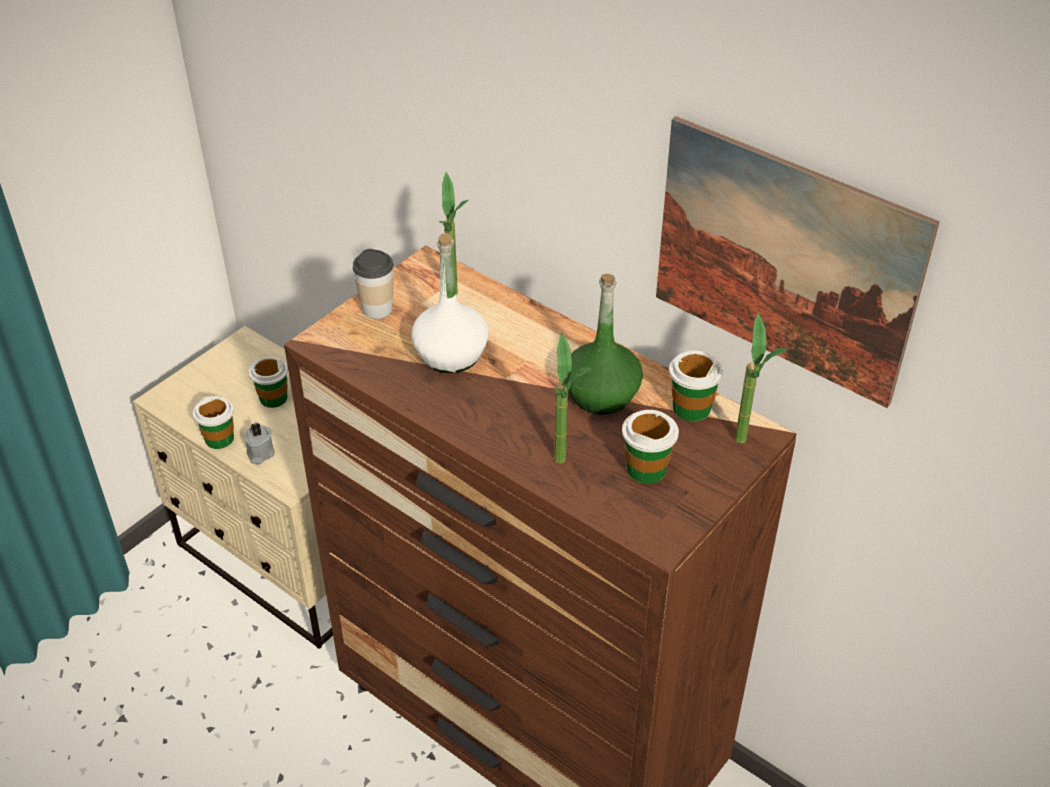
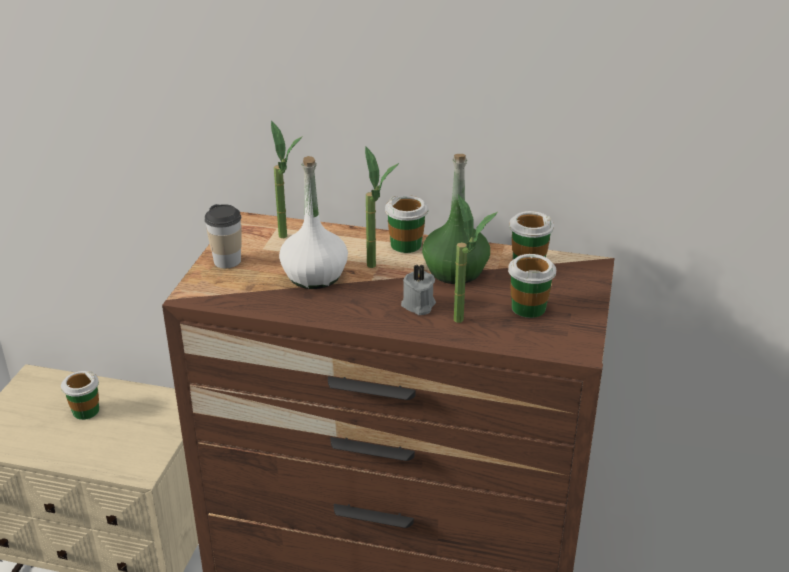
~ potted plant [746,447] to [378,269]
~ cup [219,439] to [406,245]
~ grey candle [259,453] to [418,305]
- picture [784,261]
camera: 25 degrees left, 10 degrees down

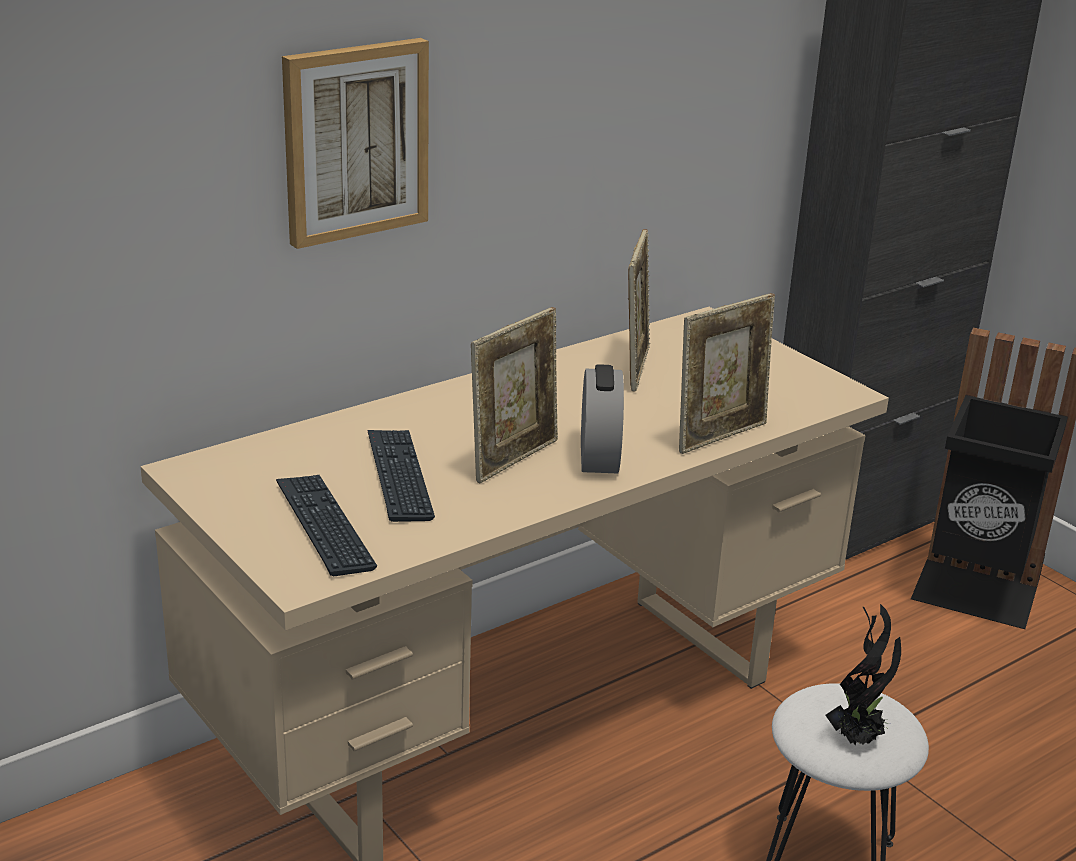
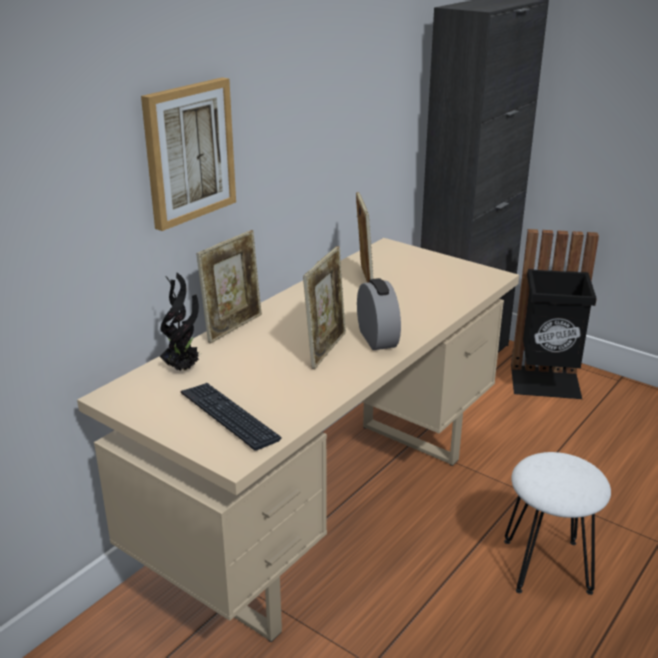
~ potted plant [858,739] to [184,368]
~ picture frame [720,435] to [233,327]
- keyboard [399,476]
camera: 15 degrees left, 0 degrees up

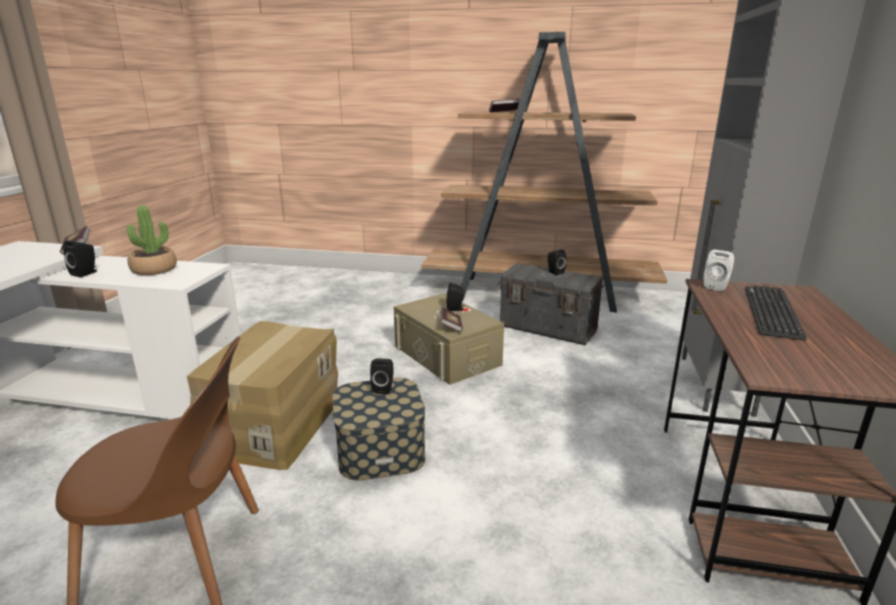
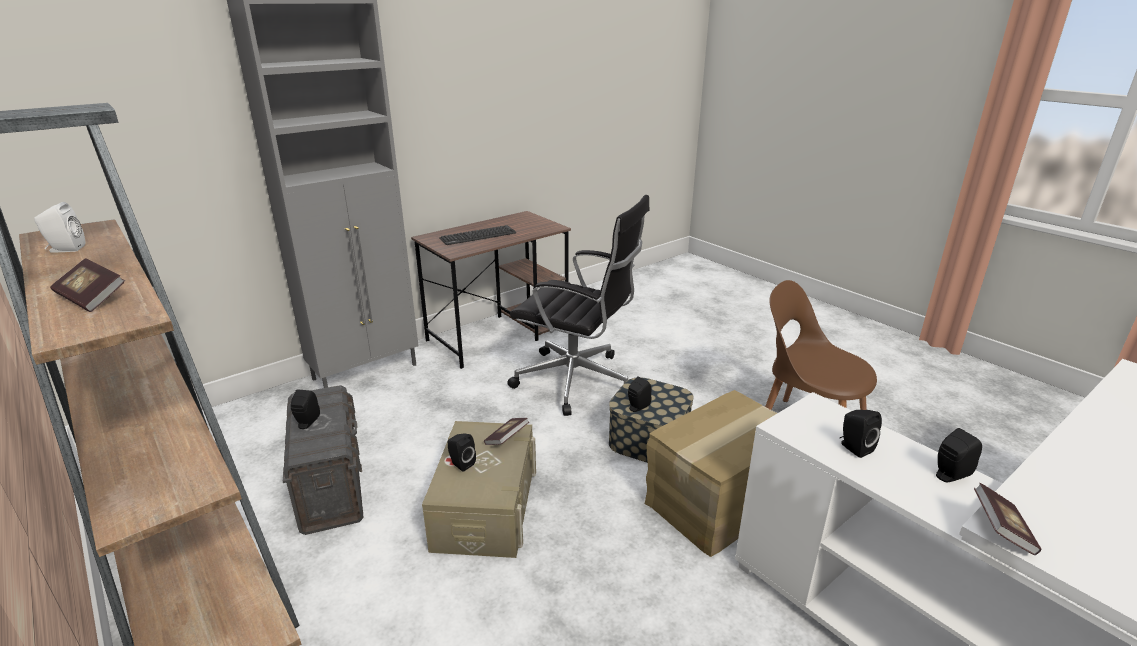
~ white speaker [716,286] to [65,249]
+ black office chair [577,381]
~ potted plant [154,269] to black speaker [854,447]
camera: 140 degrees left, 5 degrees up

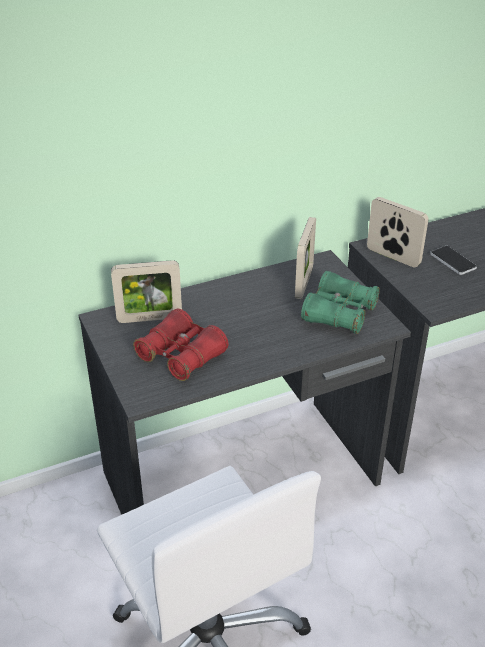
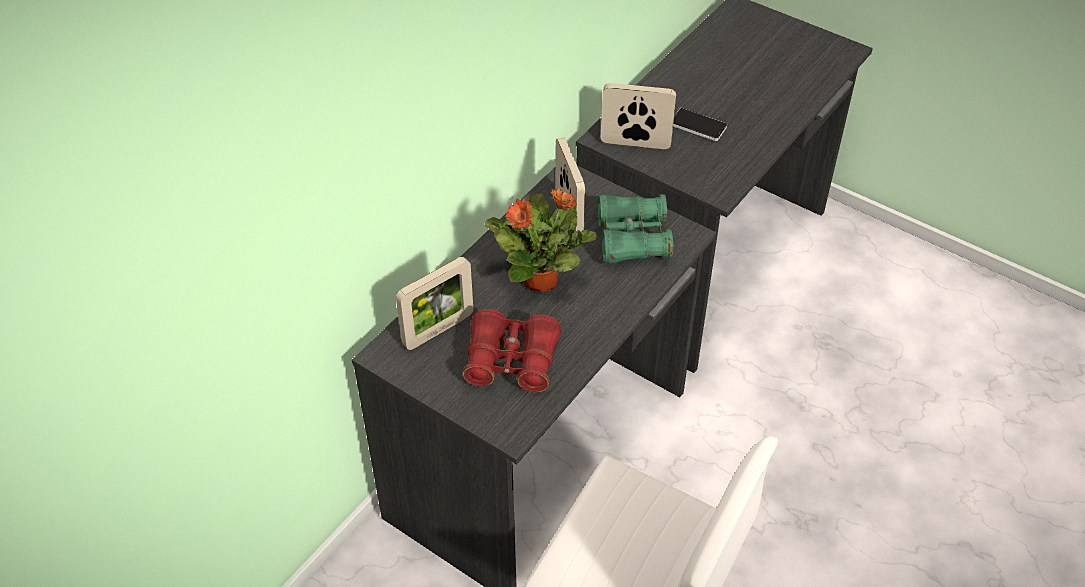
+ potted plant [541,280]
camera: 30 degrees left, 10 degrees up

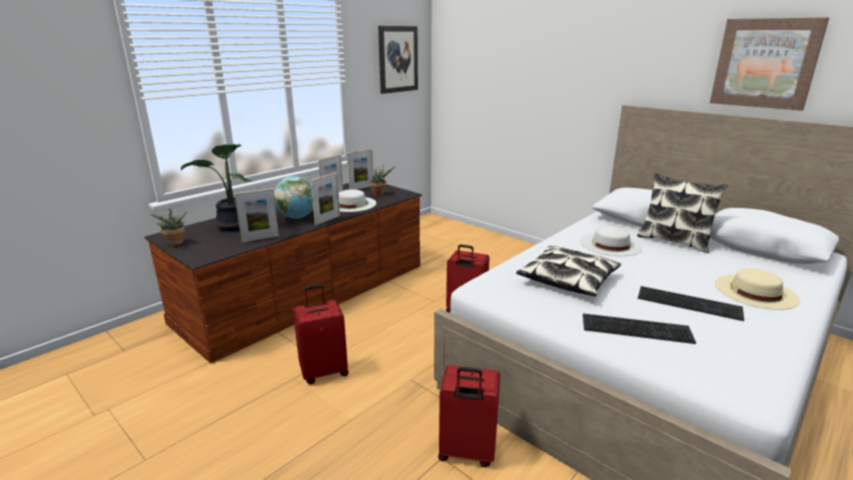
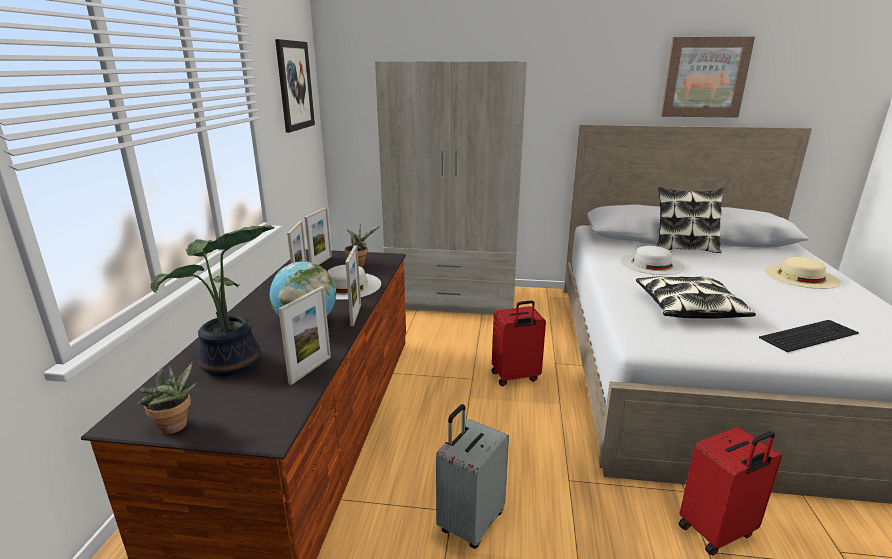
+ beige wardrobe [453,299]
~ red suitcase [324,371] to grey suitcase [470,522]
- keyboard [690,302]
camera: 35 degrees left, 0 degrees up

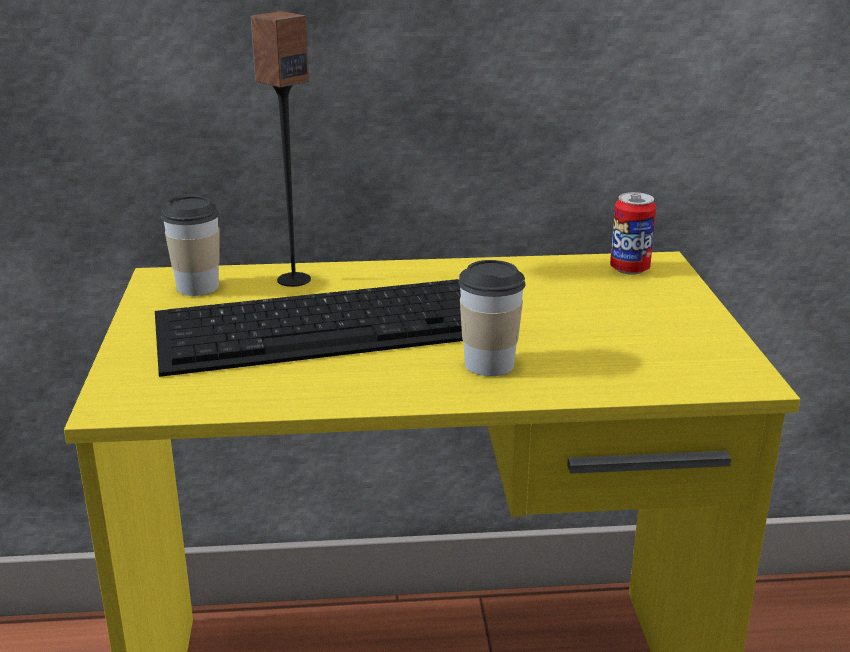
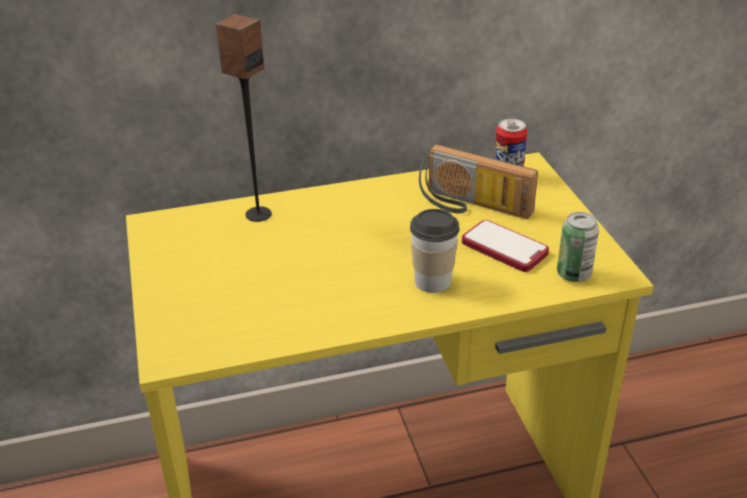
+ radio [471,206]
+ phone [504,248]
+ can [573,274]
- keyboard [330,323]
- cup [198,287]
camera: 10 degrees left, 10 degrees up

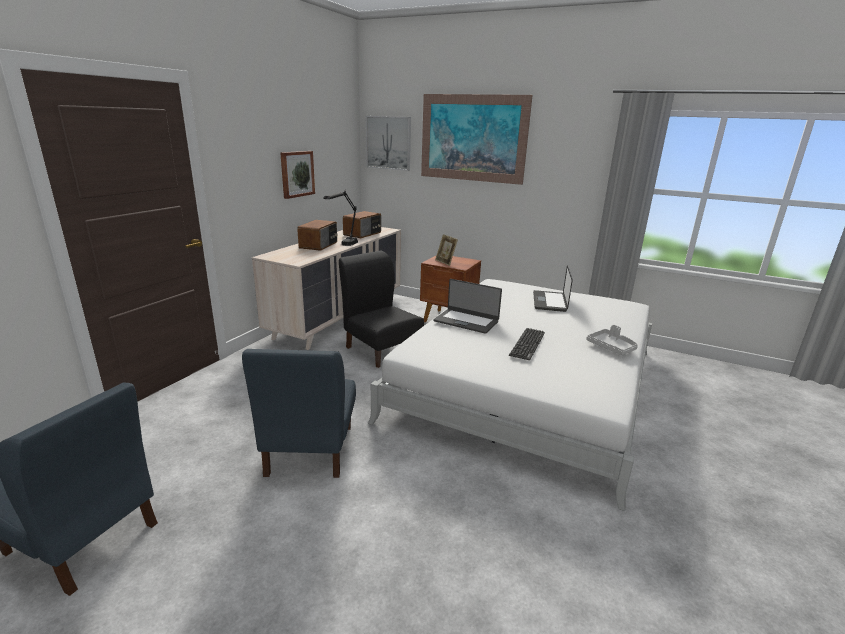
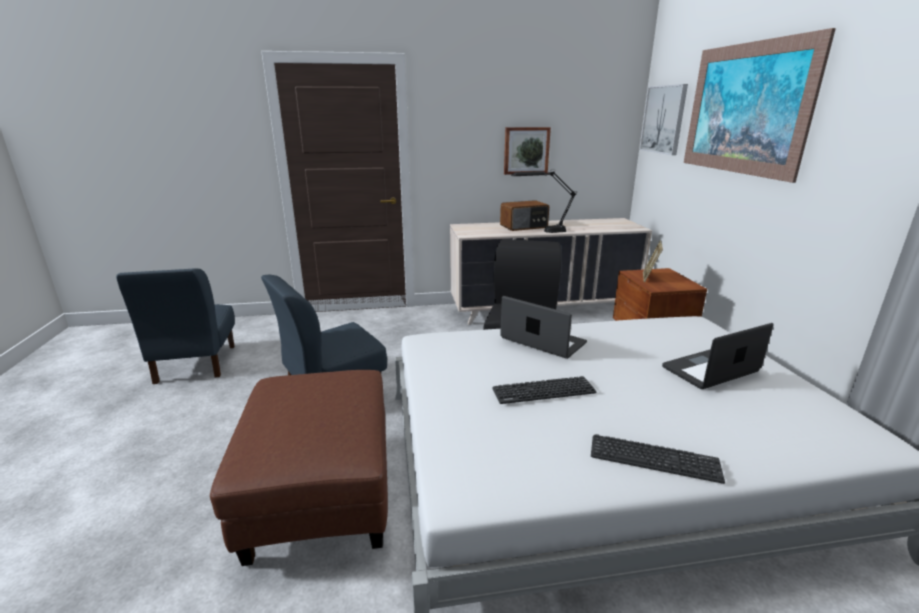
+ brown ottoman [322,495]
~ laptop [466,321] = [542,341] 135 degrees clockwise
~ grey tray [611,347] to keyboard [654,459]
- radio [363,234]
camera: 55 degrees right, 0 degrees up

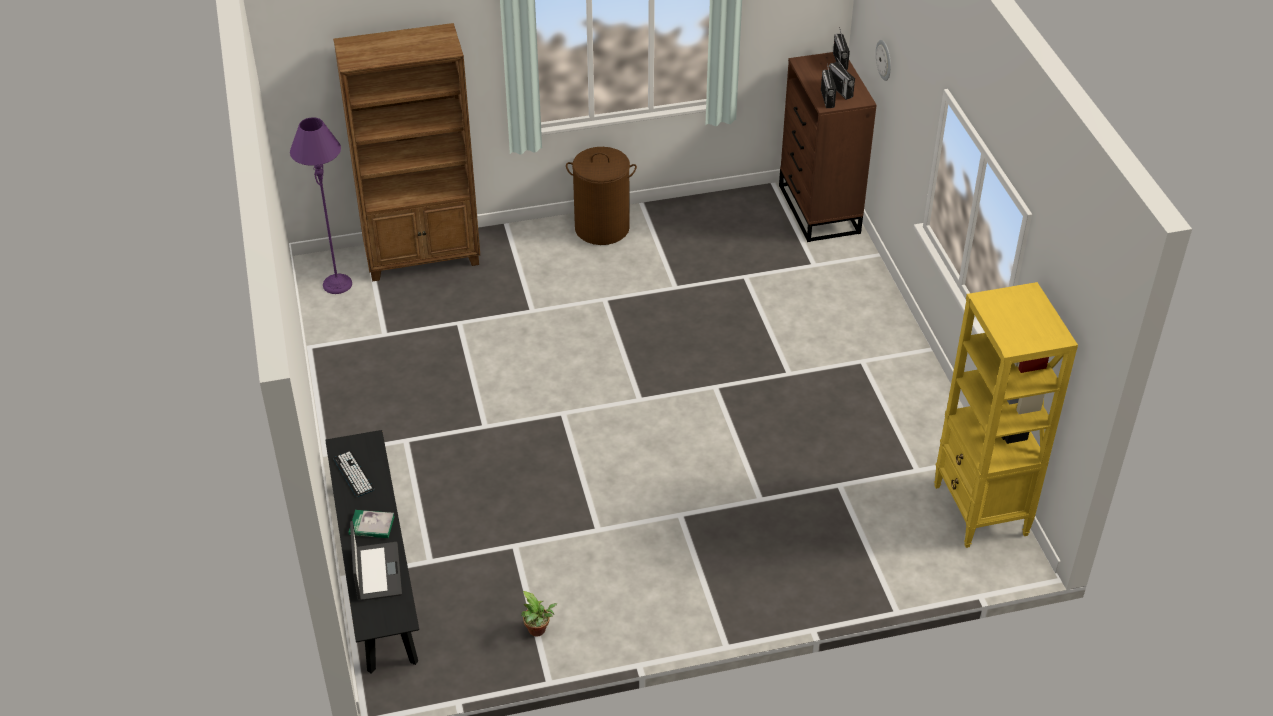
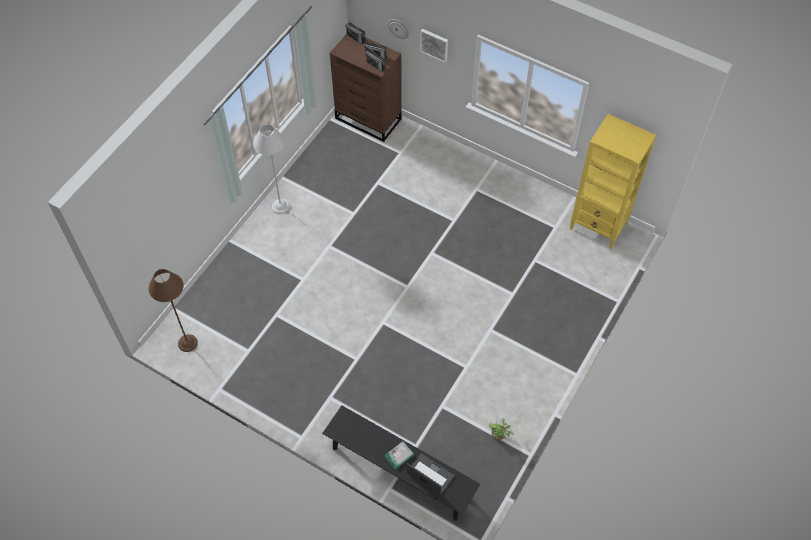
~ purple floor lamp [337,284] to brown floor lamp [187,343]
~ brown laundry basket [602,228] to grey floor lamp [280,206]
+ picture [434,44]
- brown bookcase [423,257]
- keyboard [353,474]
camera: 45 degrees left, 15 degrees up

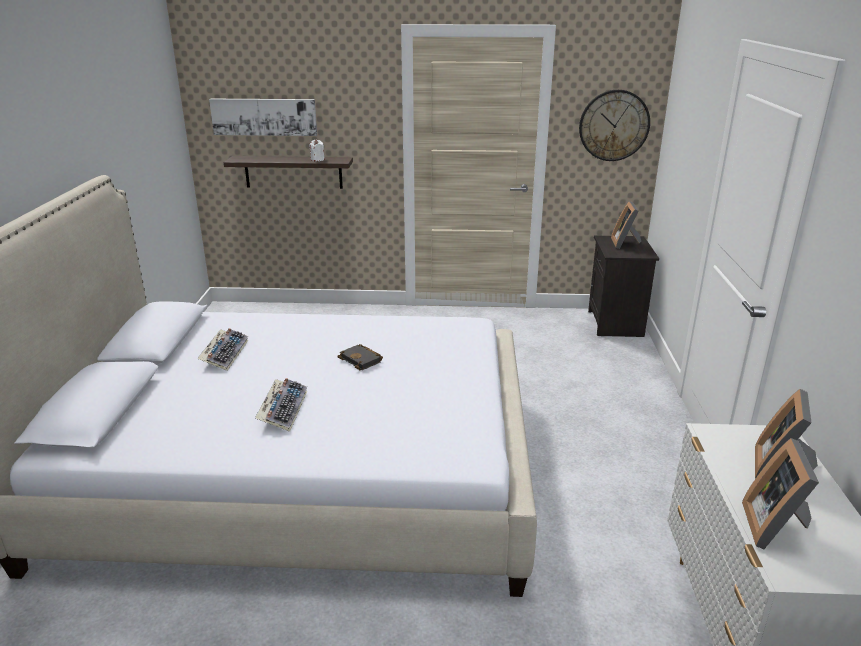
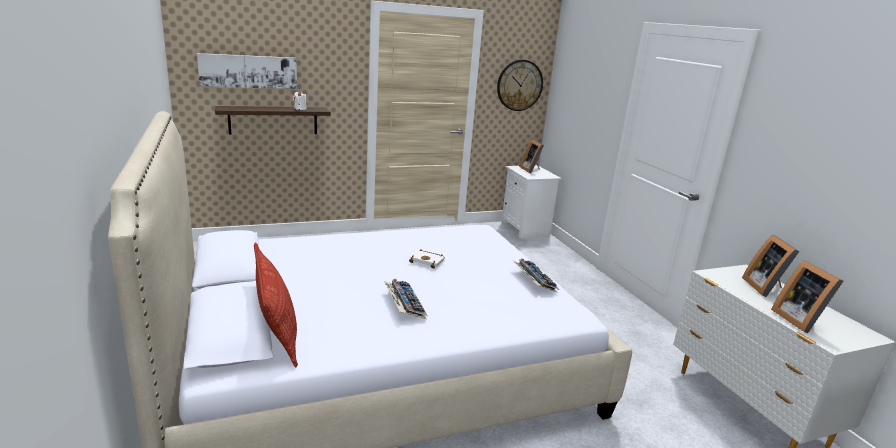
+ pillow [277,330]
~ black book [362,360] to white book [428,261]
~ black nightstand [616,324] to white nightstand [526,229]
~ keyboard [224,354] to [533,280]
camera: 25 degrees left, 5 degrees down

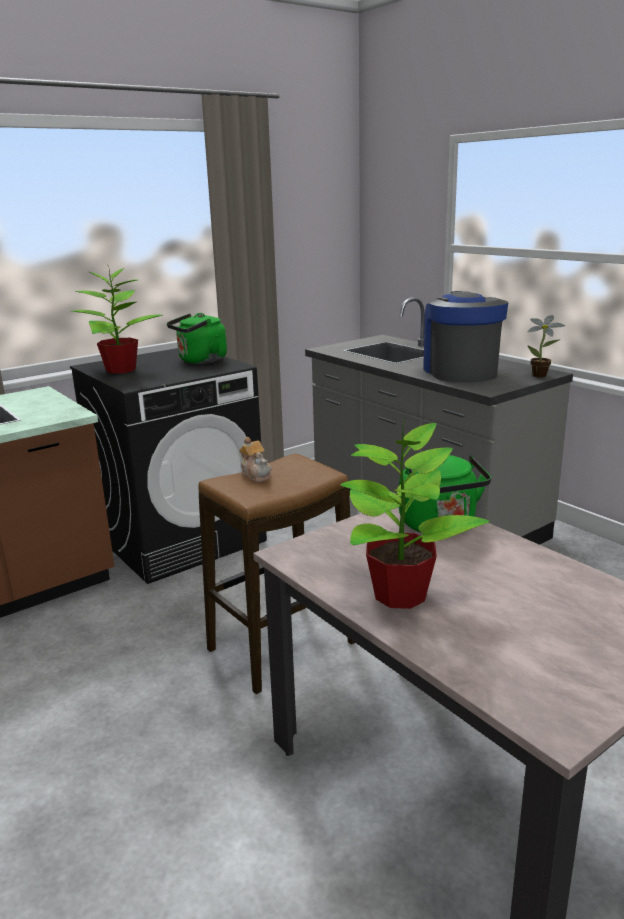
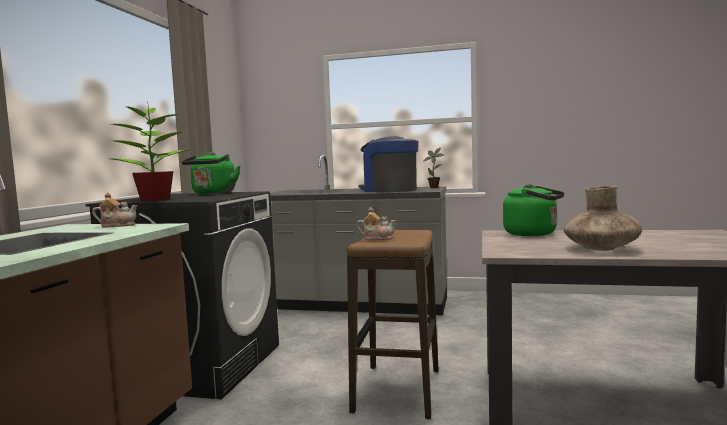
+ teapot [117,225]
~ potted plant [400,594] to brown vase [601,249]
camera: 40 degrees left, 15 degrees down

